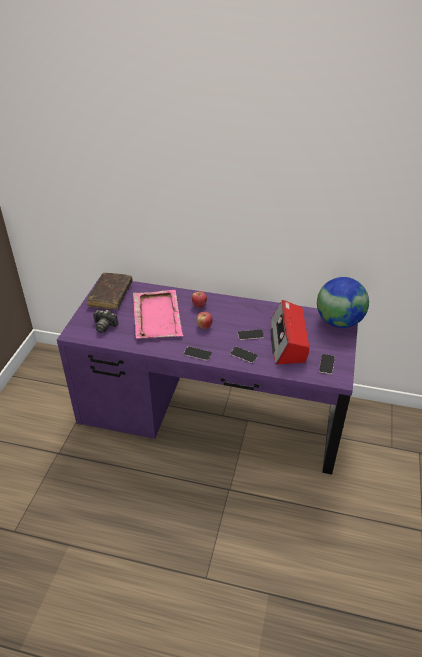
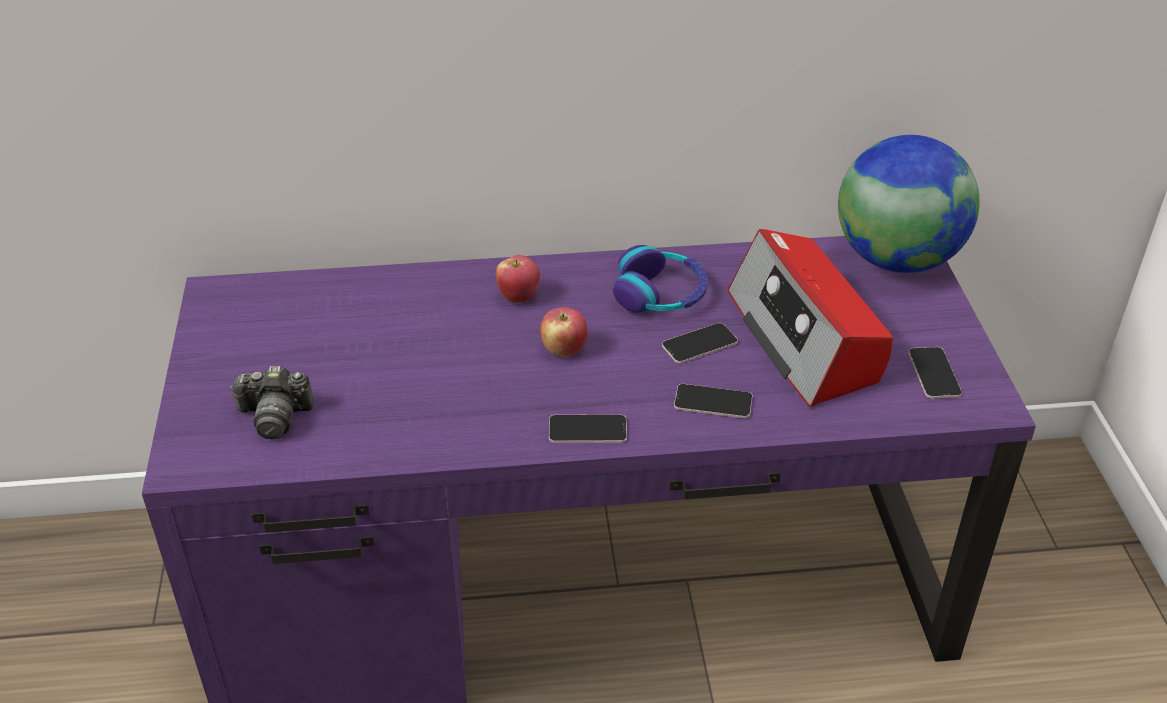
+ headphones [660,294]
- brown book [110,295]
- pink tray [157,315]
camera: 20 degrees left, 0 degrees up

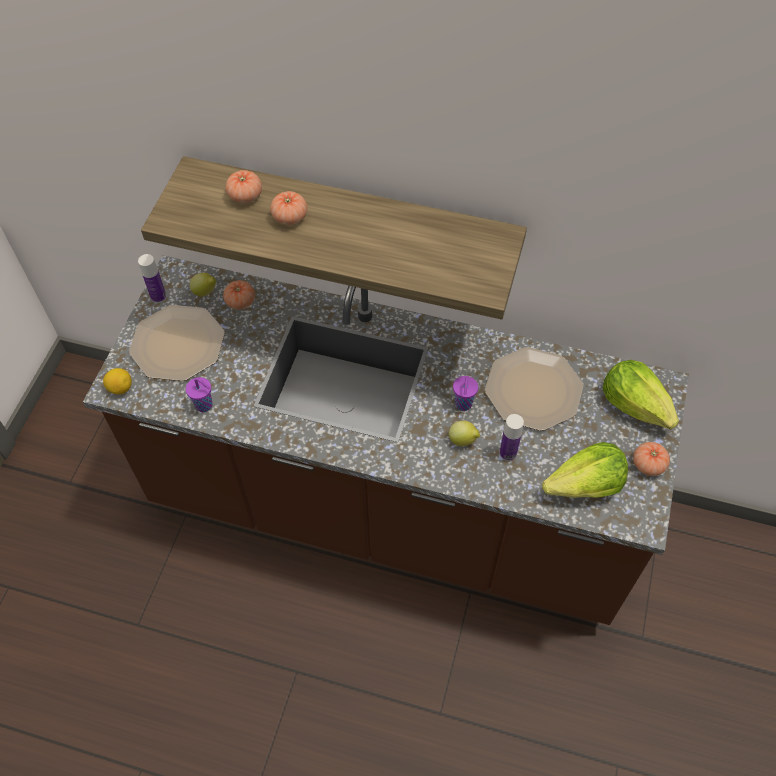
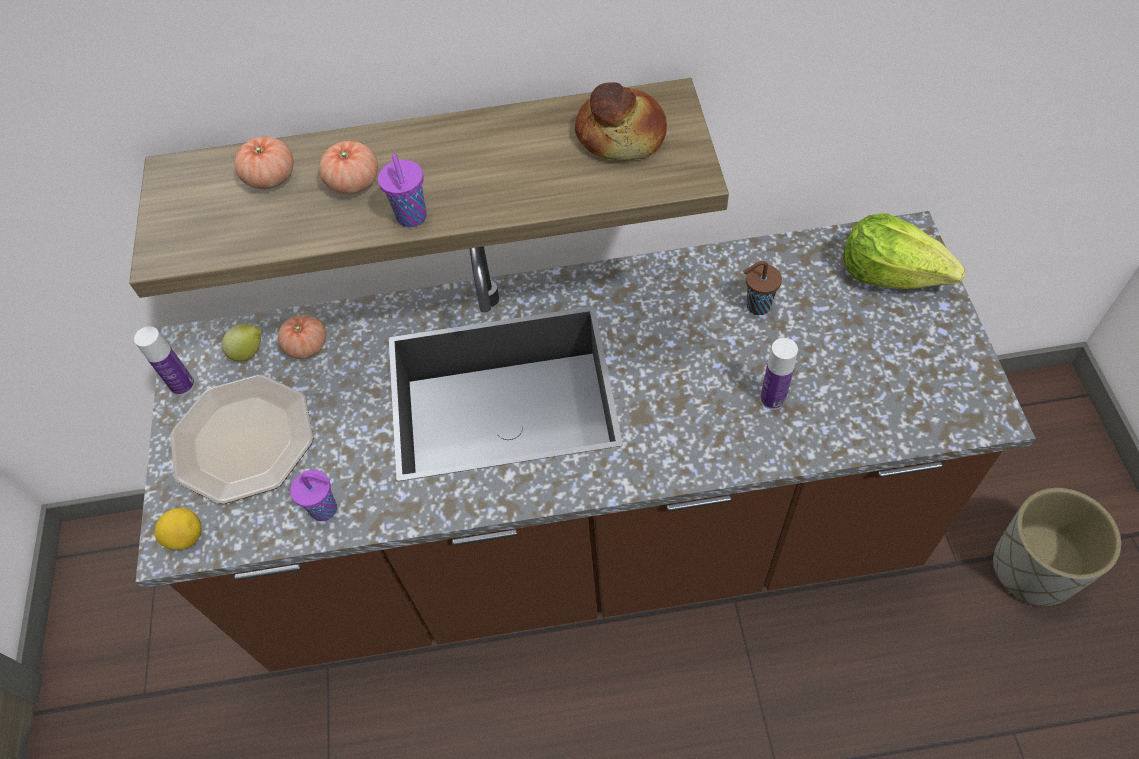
~ purple cup [463,405] to [412,218]
+ bread [621,135]
~ plate [532,390] to brown cup [756,306]
+ grey planter [1033,569]
- lemon [463,440]
- lettuce [585,485]
- tomato [648,464]
camera: 20 degrees left, 0 degrees up

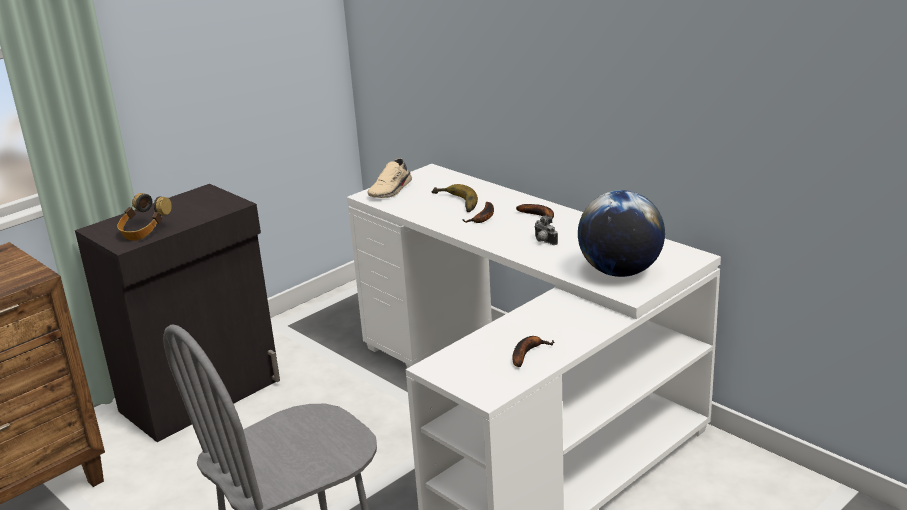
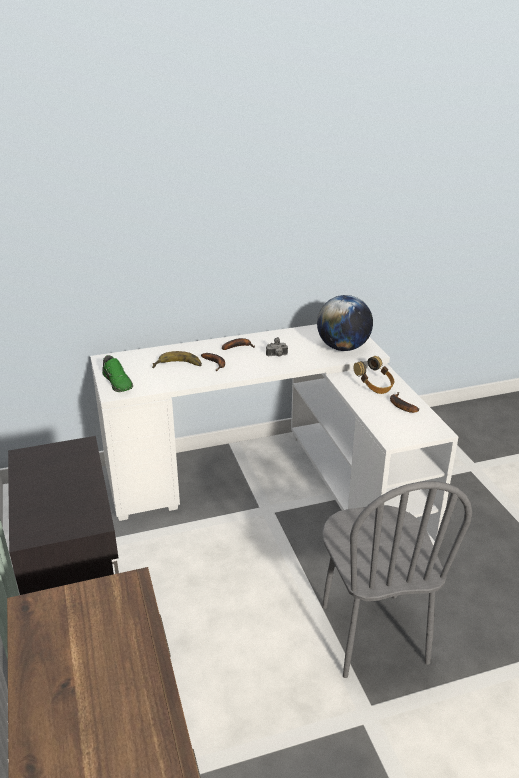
~ beige shoe [391,190] to green shoe [118,382]
~ headphones [145,232] to [374,386]
camera: 65 degrees left, 5 degrees up

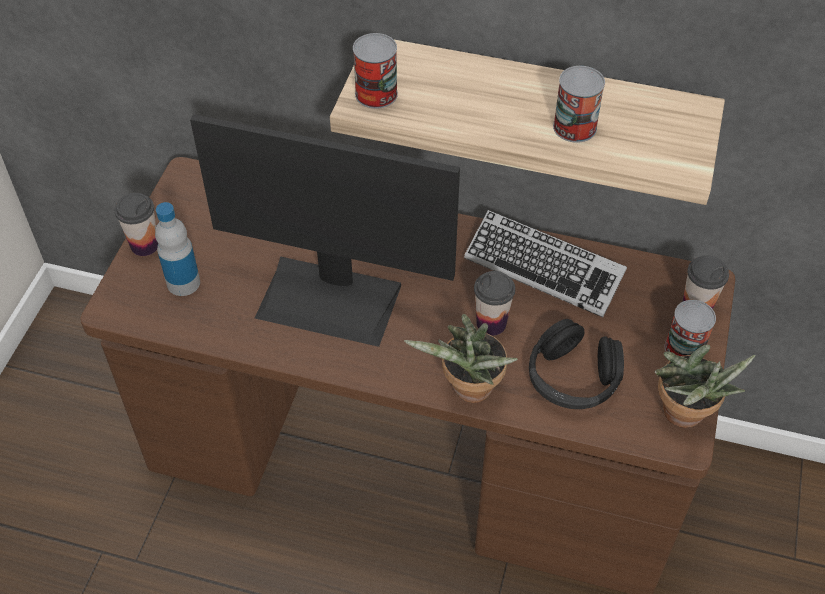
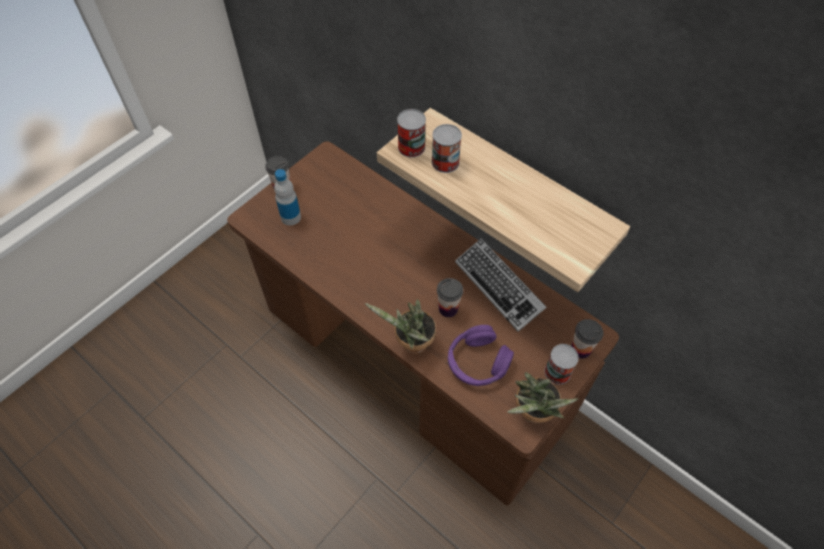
~ can [574,127] to [445,162]
~ black headphones [572,378] to purple headphones [477,362]
- monitor [330,299]
camera: 25 degrees right, 5 degrees up

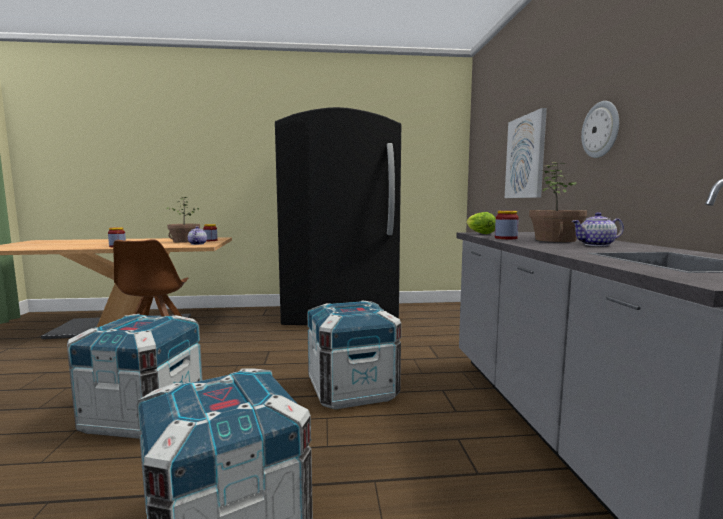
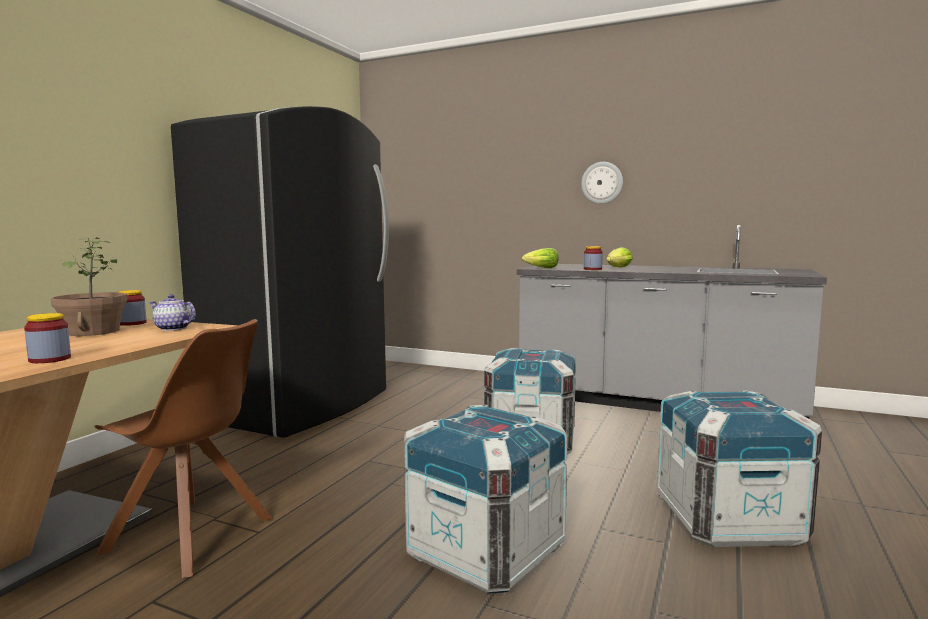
~ potted plant [556,240] to lettuce [618,267]
- picture [525,157]
- teapot [596,245]
camera: 60 degrees left, 0 degrees up

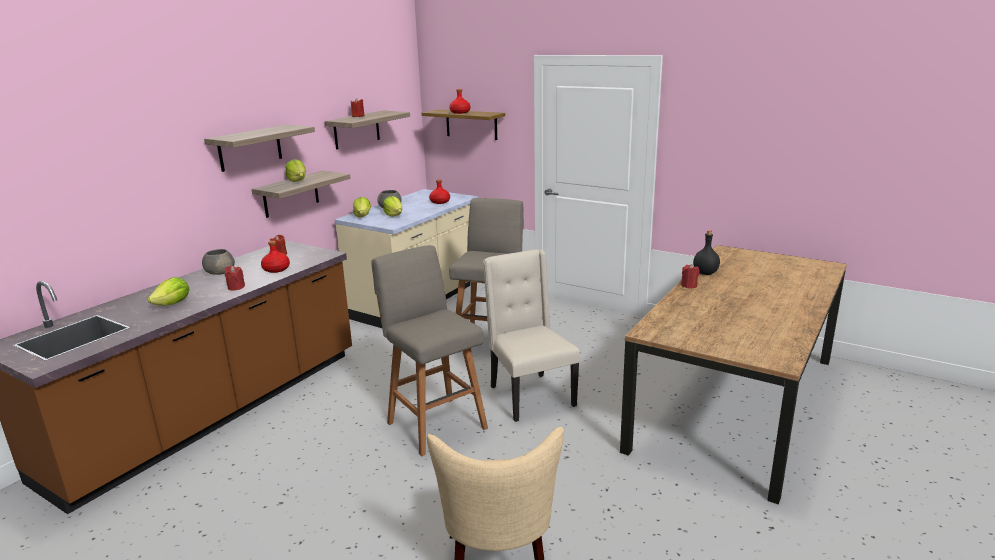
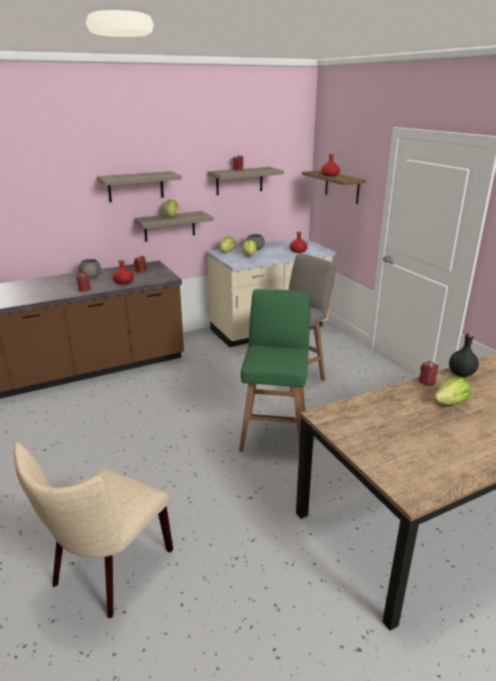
~ beige chair [529,396] to green stool [274,434]
~ lettuce [173,304] to [451,403]
- grey stool [435,424]
camera: 30 degrees right, 5 degrees up

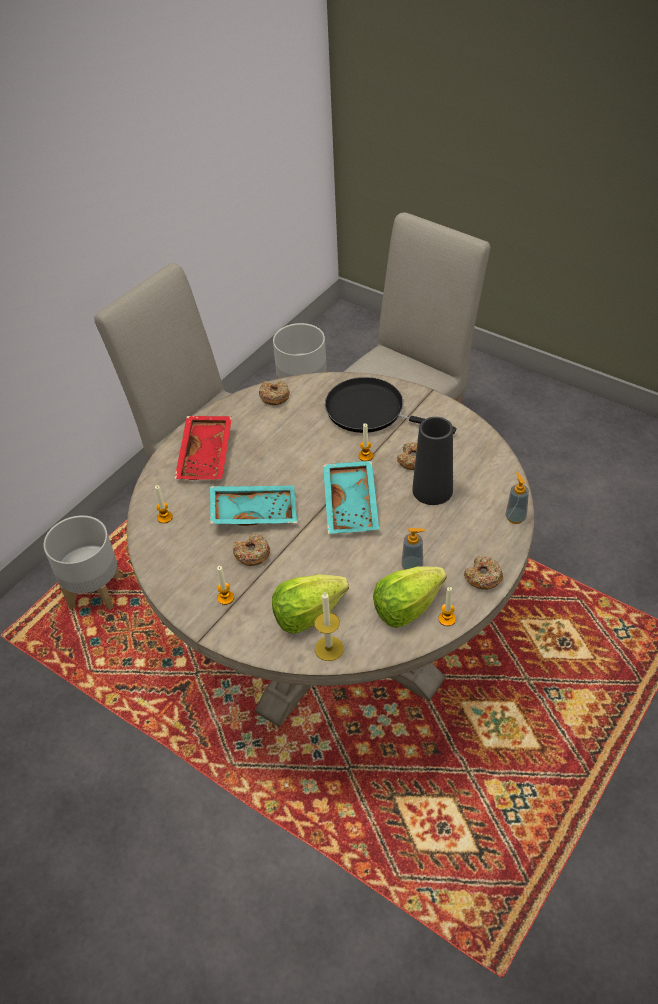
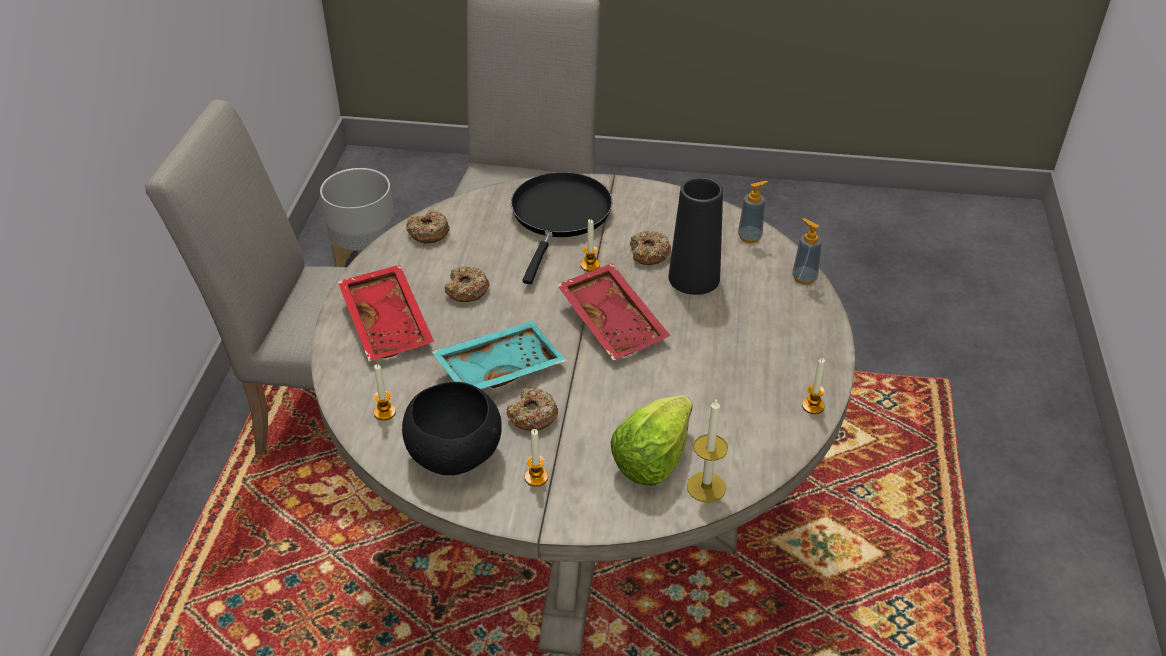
+ black bowl [456,454]
~ donut [483,577] to [467,290]
~ black frying pan [370,411] = [559,216] 105 degrees clockwise
~ turquoise tray [352,505] to red tray [614,322]
~ soap dispenser [412,566] to [749,237]
- grey planter [95,591]
- lettuce [406,607]
camera: 30 degrees left, 5 degrees down

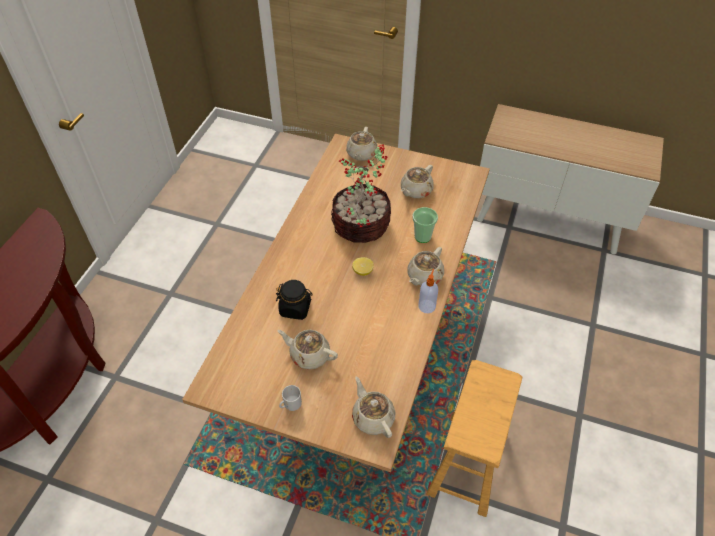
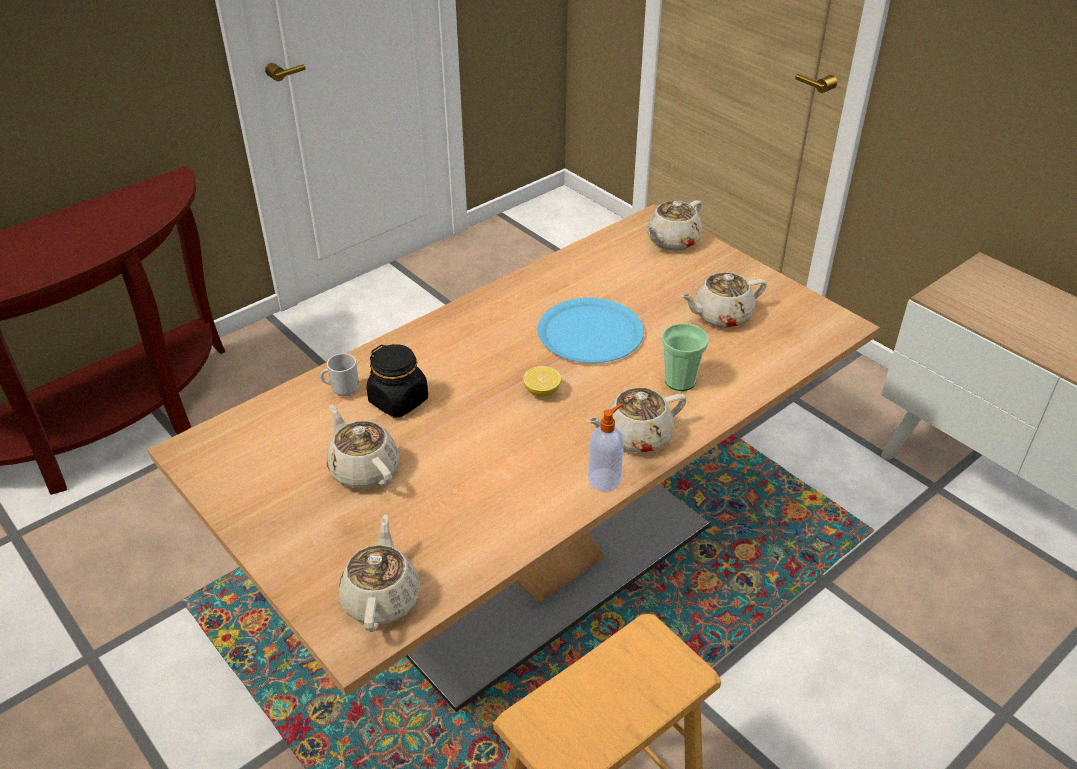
~ mug [291,405] to [343,390]
~ potted plant [361,226] to blue plate [590,332]
camera: 30 degrees right, 10 degrees down

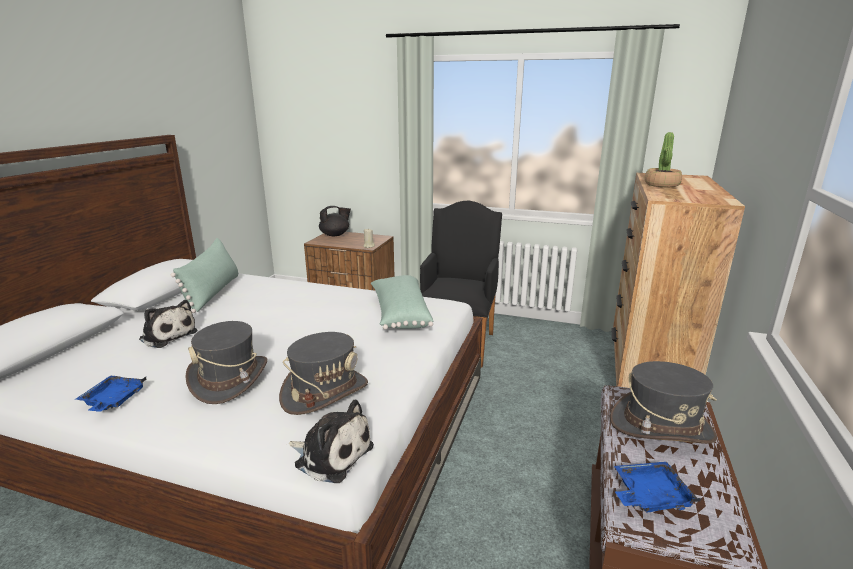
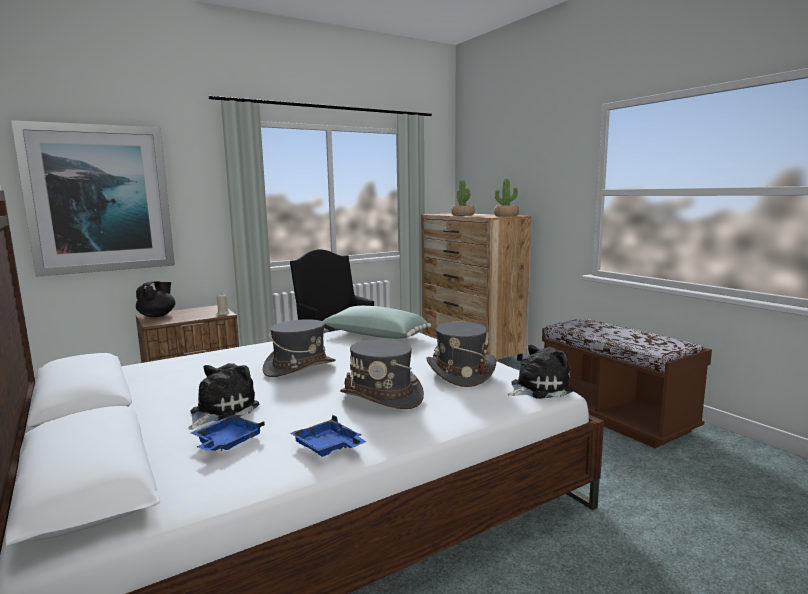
+ picture [99,199]
~ plush toy [167,335] = [221,411] 45 degrees counterclockwise
~ blue tray [650,496] to [227,442]
~ grey hat [661,427] to [300,367]
+ potted plant [506,216]
- green pillow [213,293]
camera: 50 degrees left, 10 degrees down

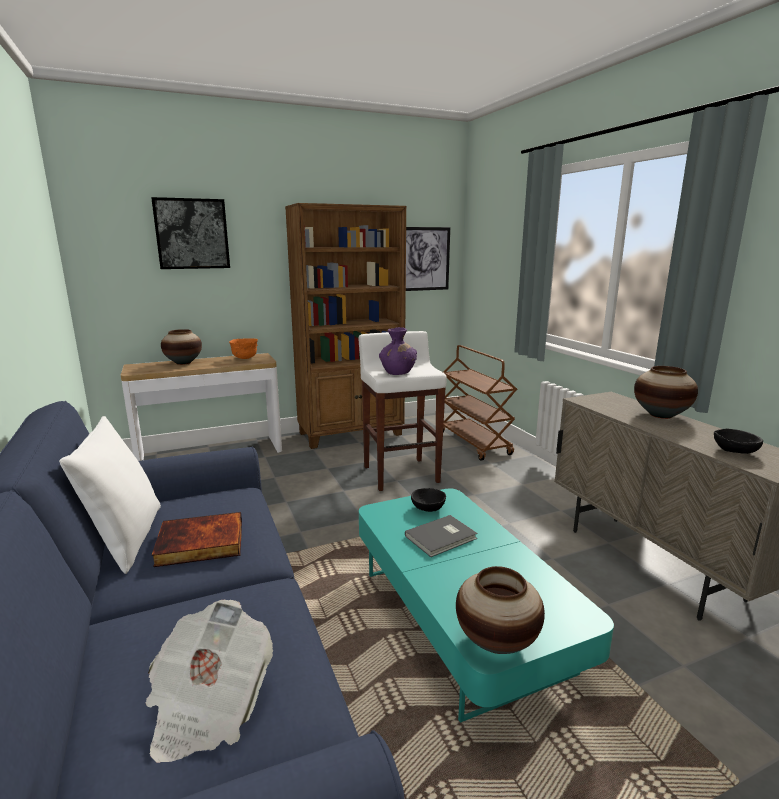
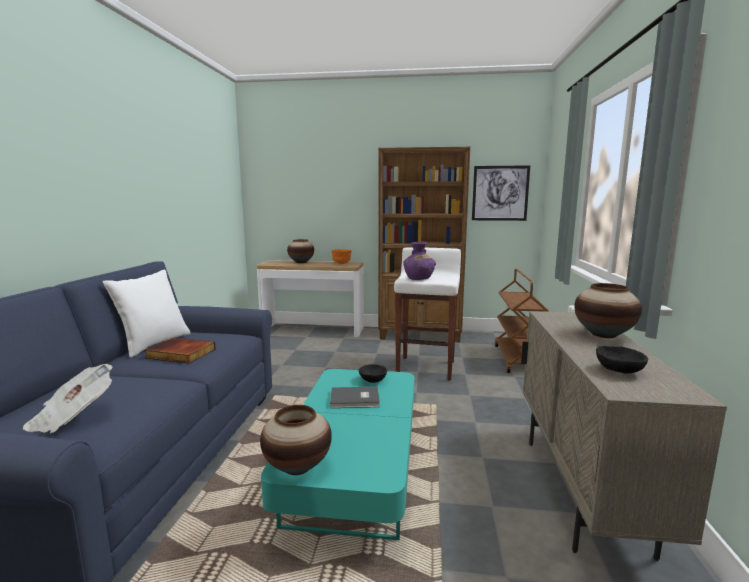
- picture [192,234]
camera: 30 degrees right, 5 degrees down

